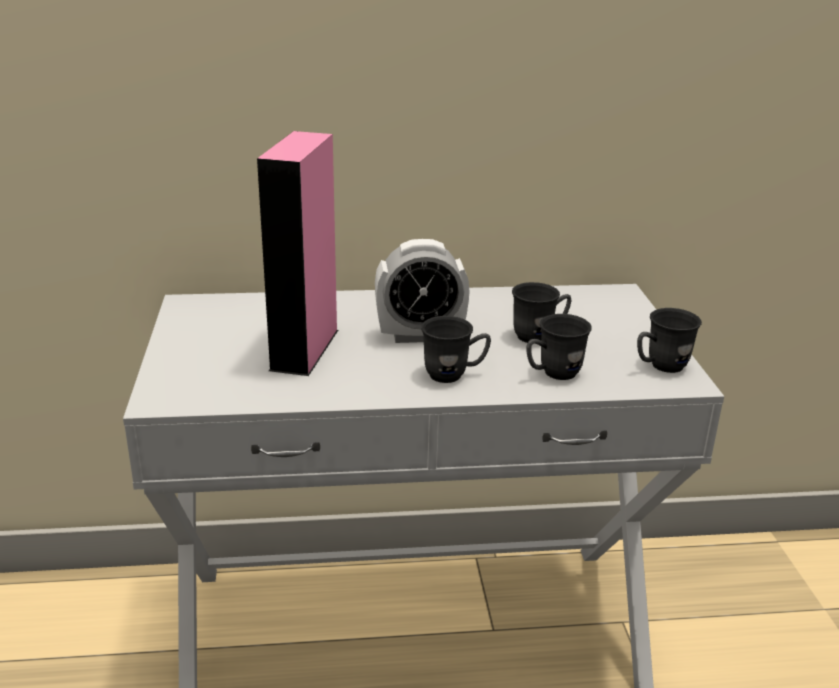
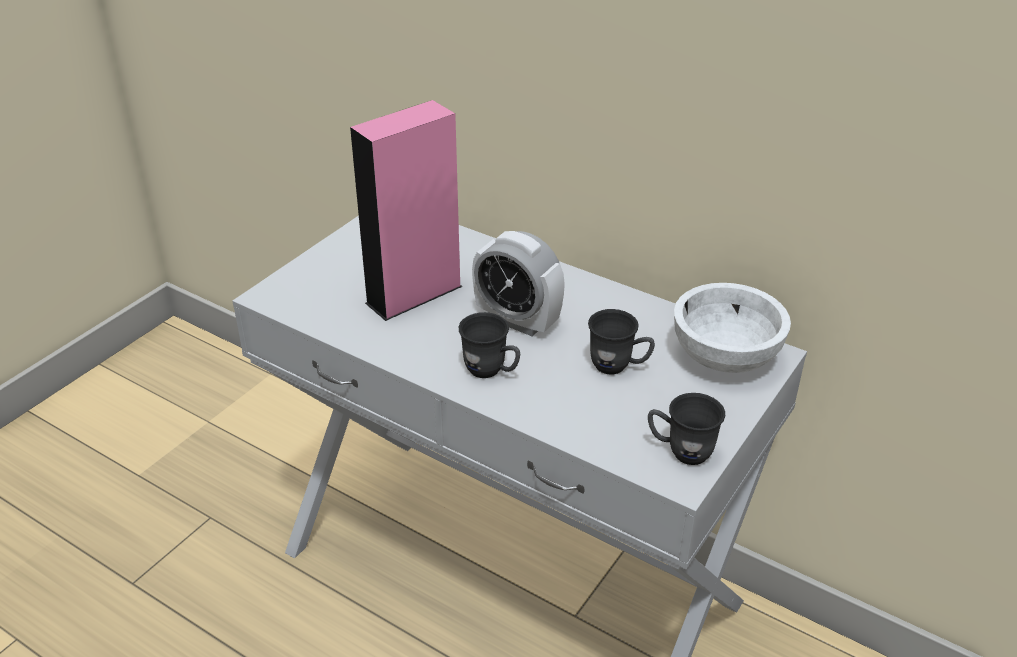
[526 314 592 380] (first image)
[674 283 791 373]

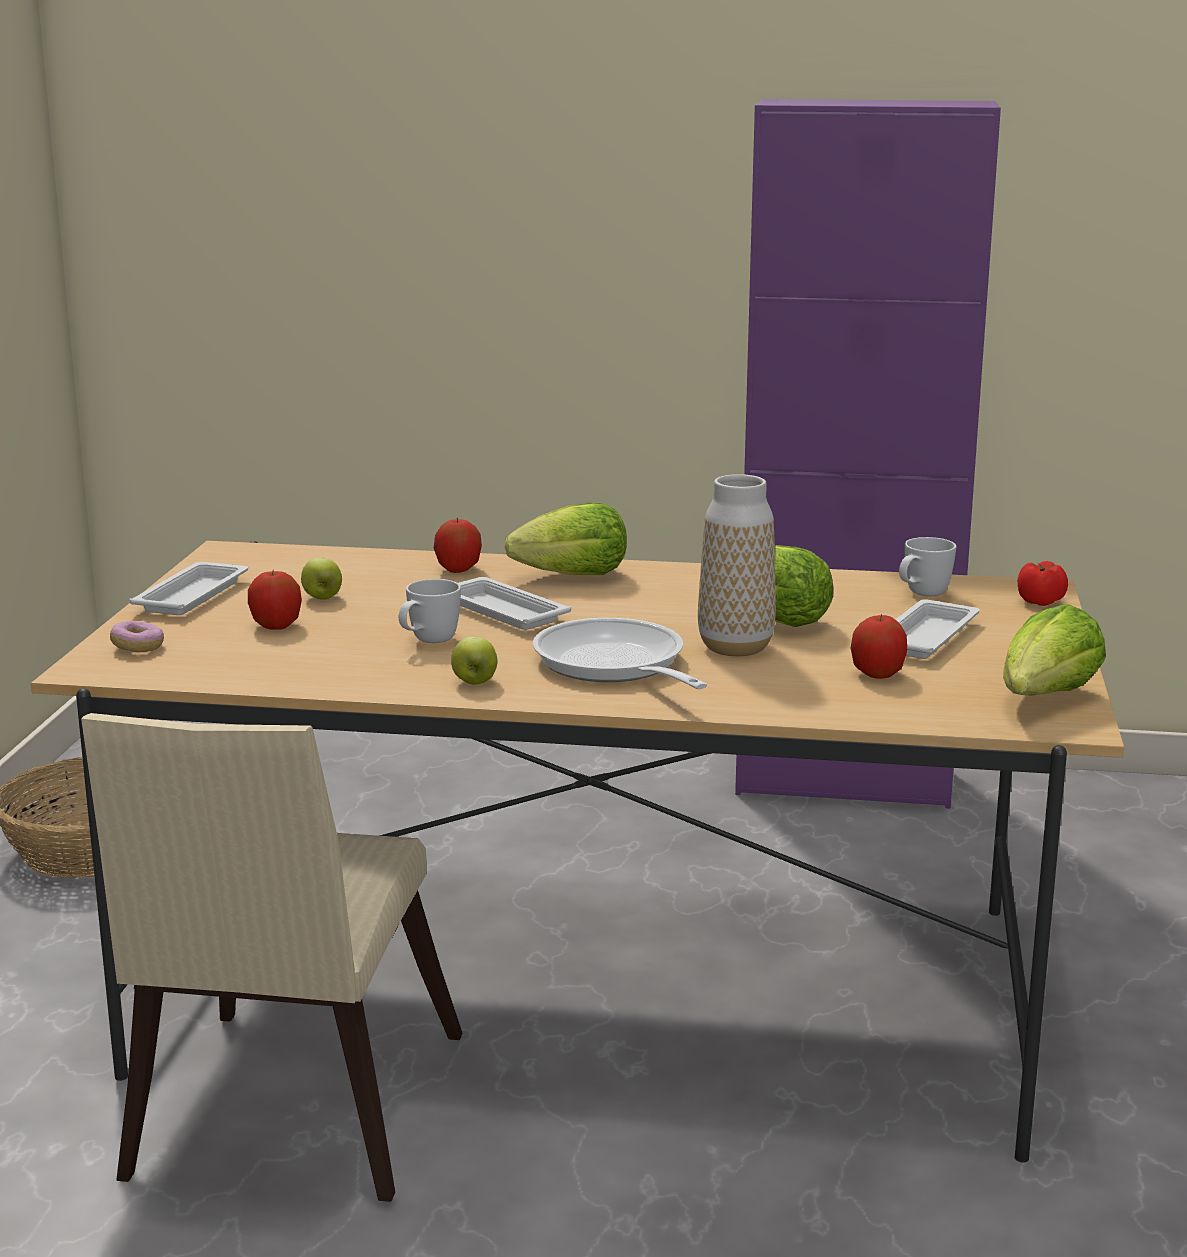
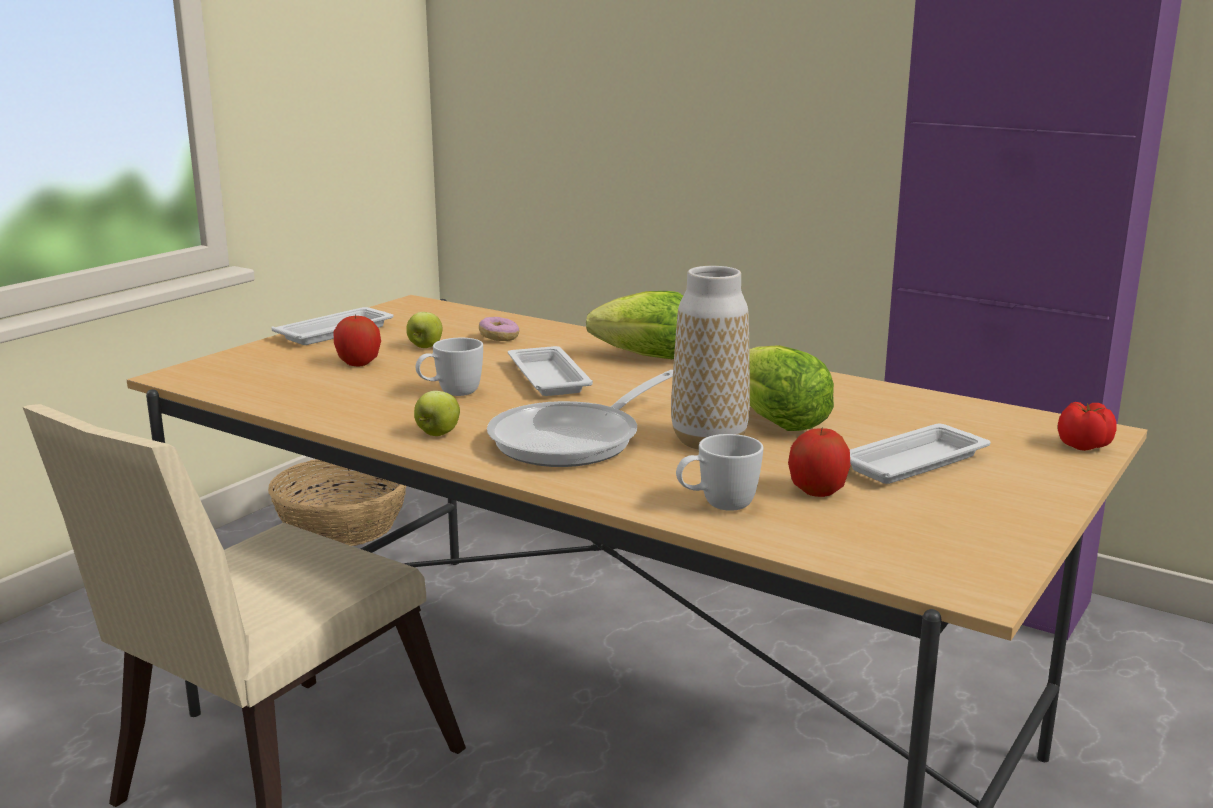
[434 518 482 573] (first image)
[1003 604 1106 696] (first image)
[479 317 519 341]
[676 434 763 511]
[487 370 673 467]

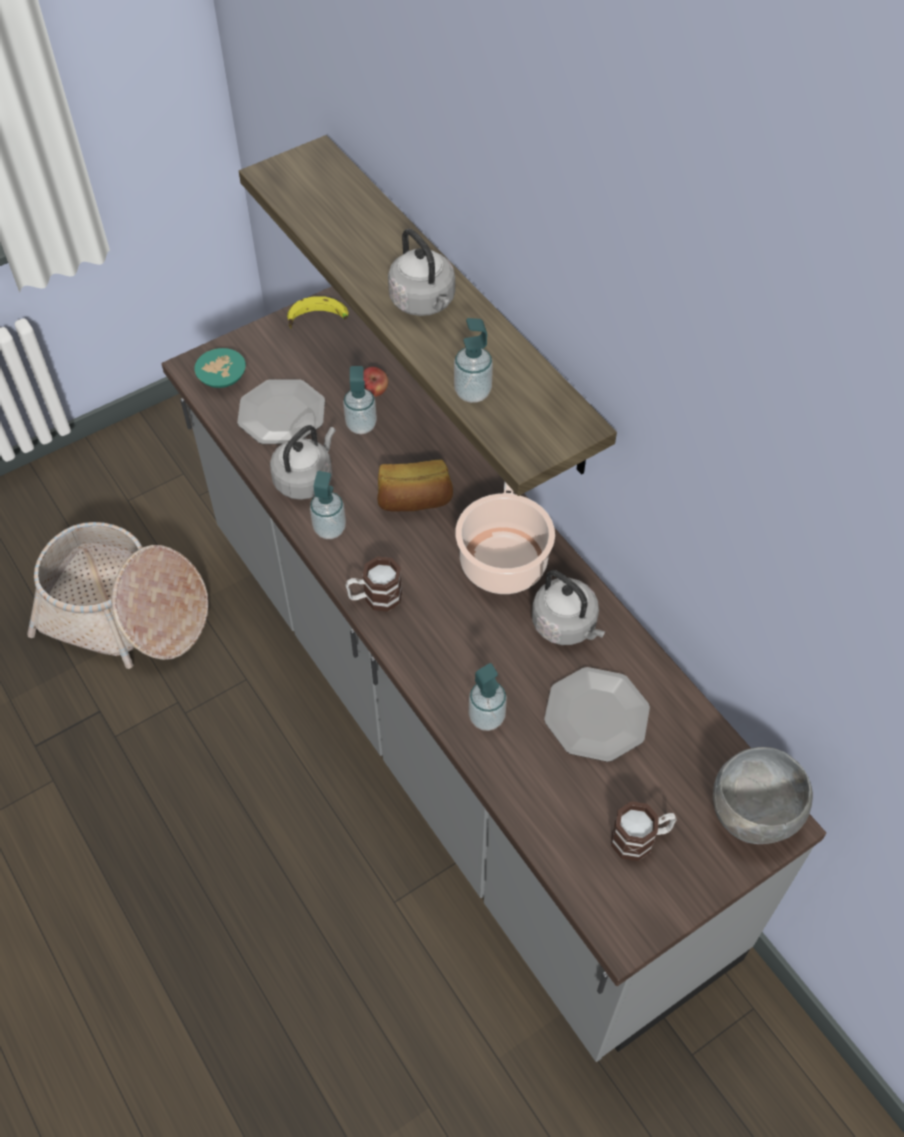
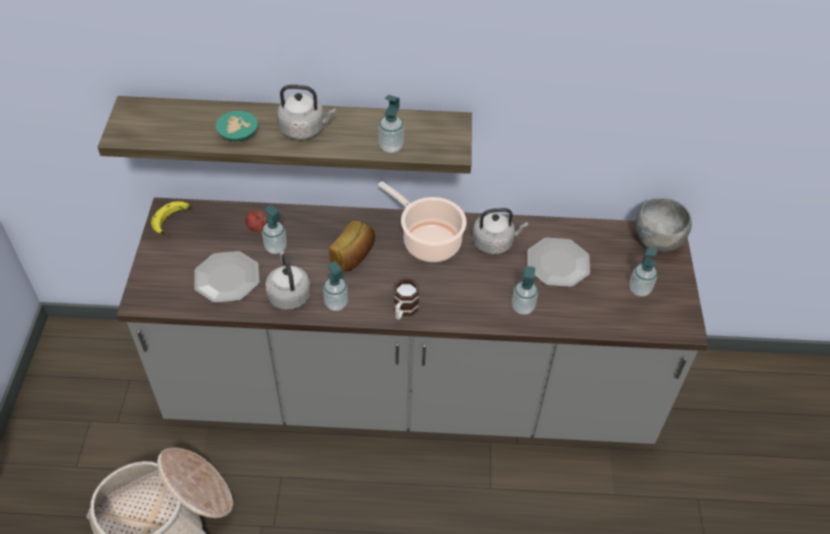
[216 111 258 141]
[629 248 658 297]

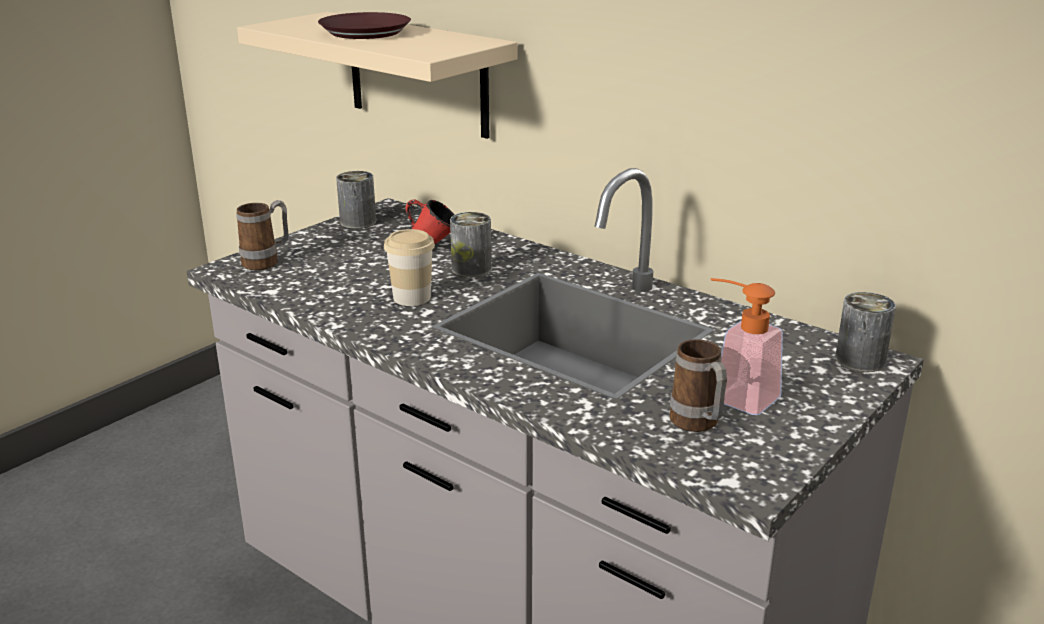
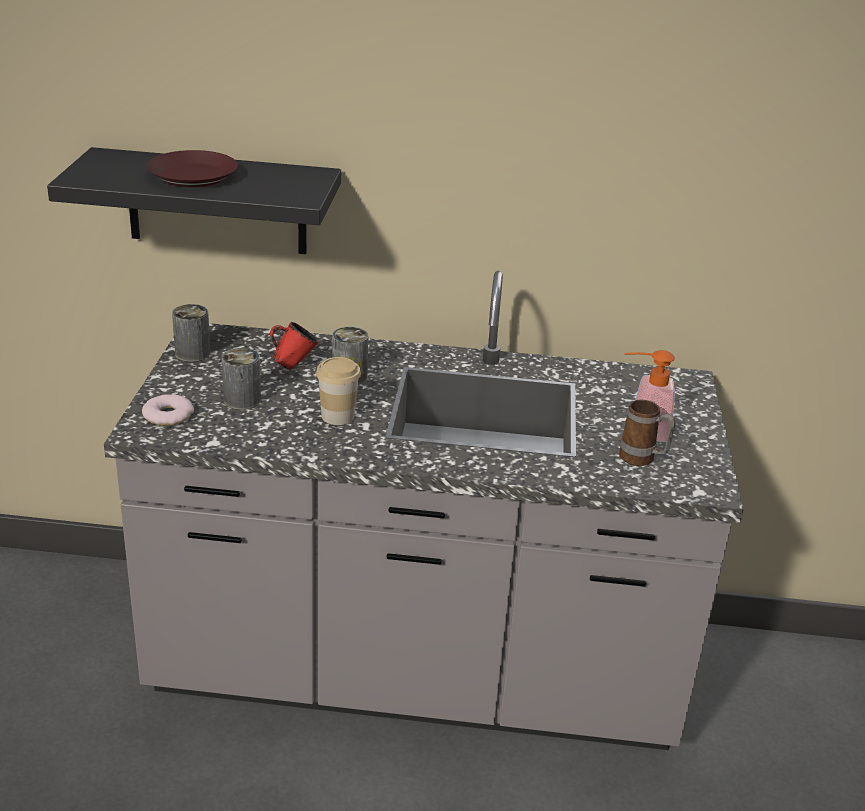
[222 348 261 410]
[142 395 194 426]
[47 147 341 254]

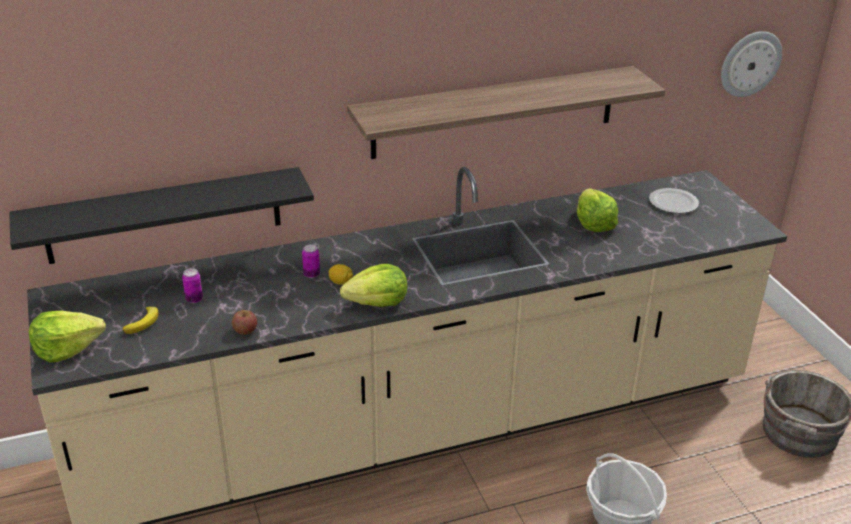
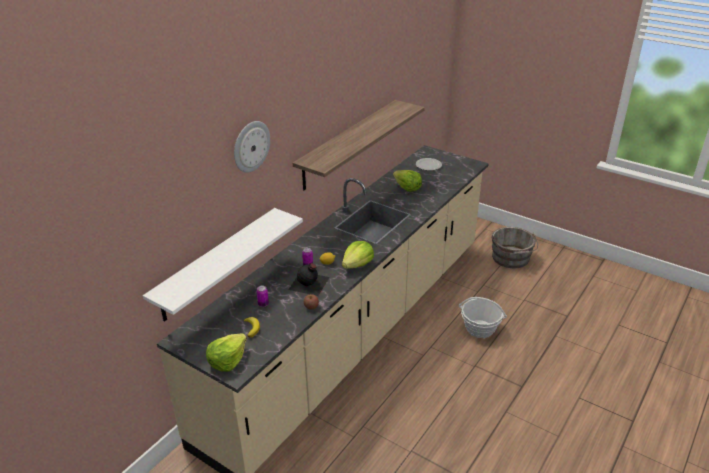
[288 263 330 296]
[234 121 270 173]
[143 208 303 322]

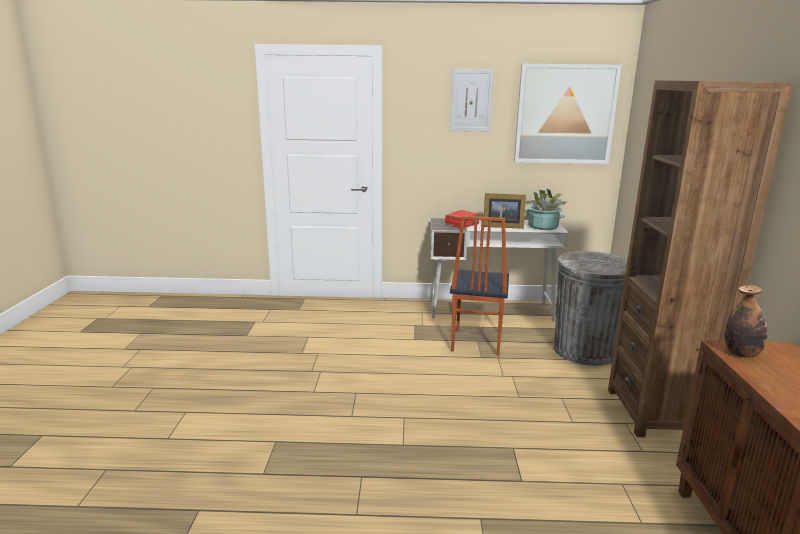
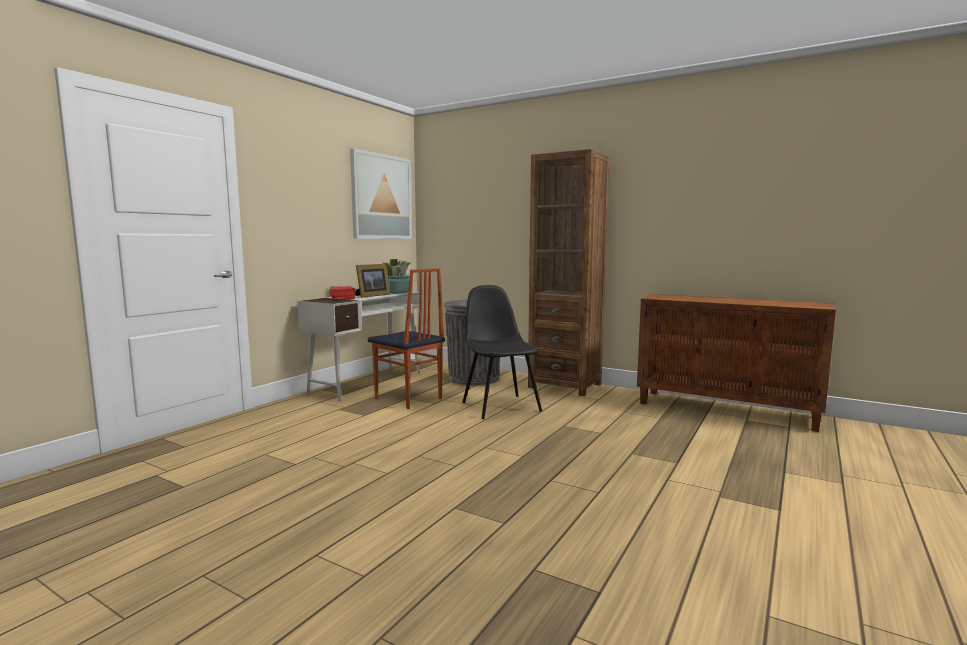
[450 69 494 132] (first image)
[725 285 767 358] (first image)
[462 285 542 419]

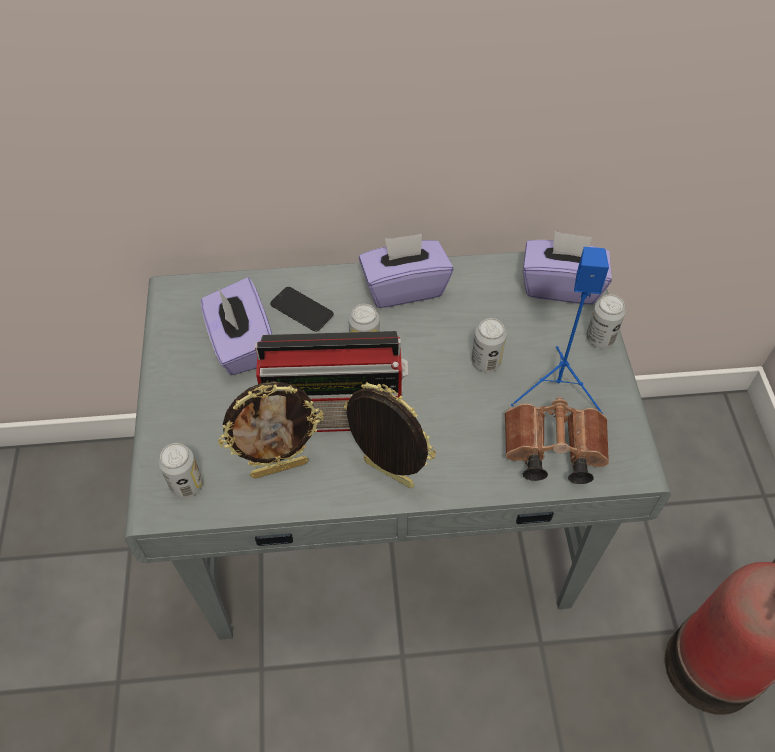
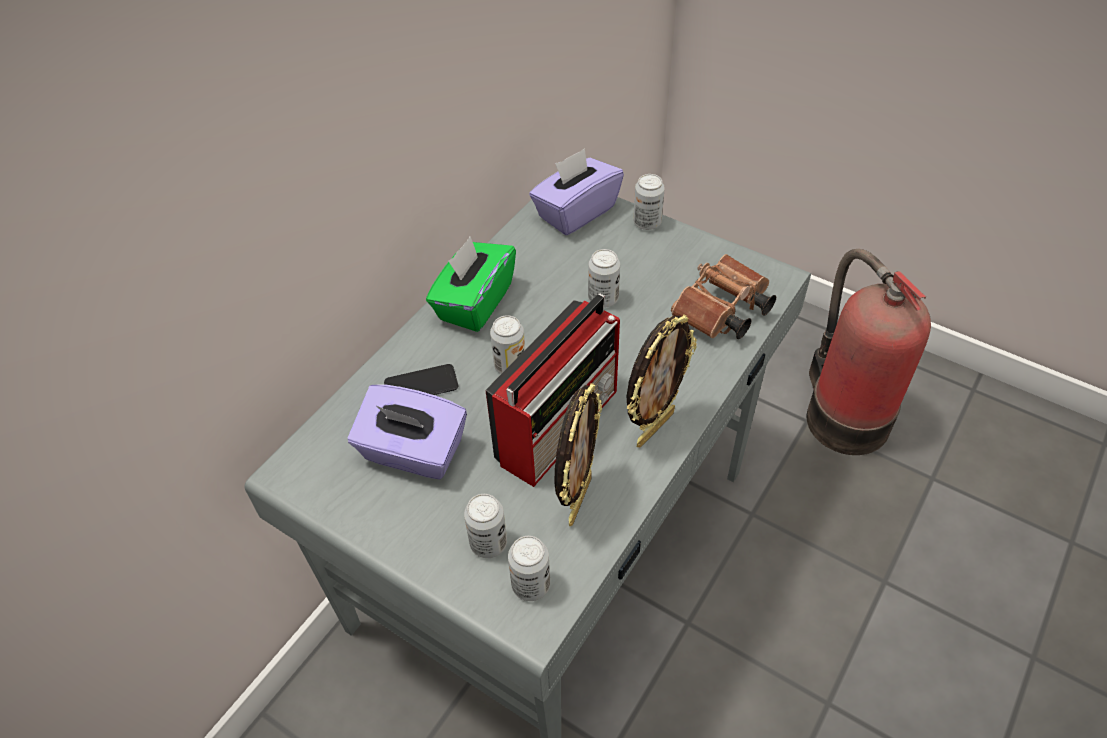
[511 247 609 414] (first image)
[464 494 507 558]
[426 236 516 332]
[627 314 697 448]

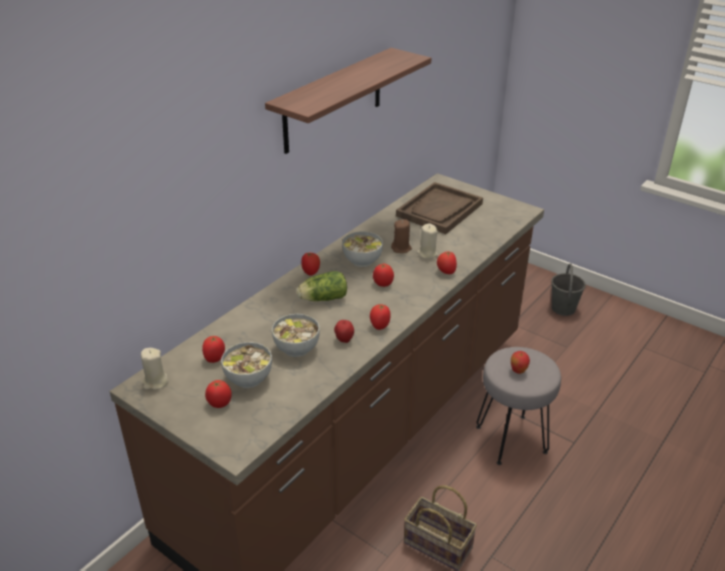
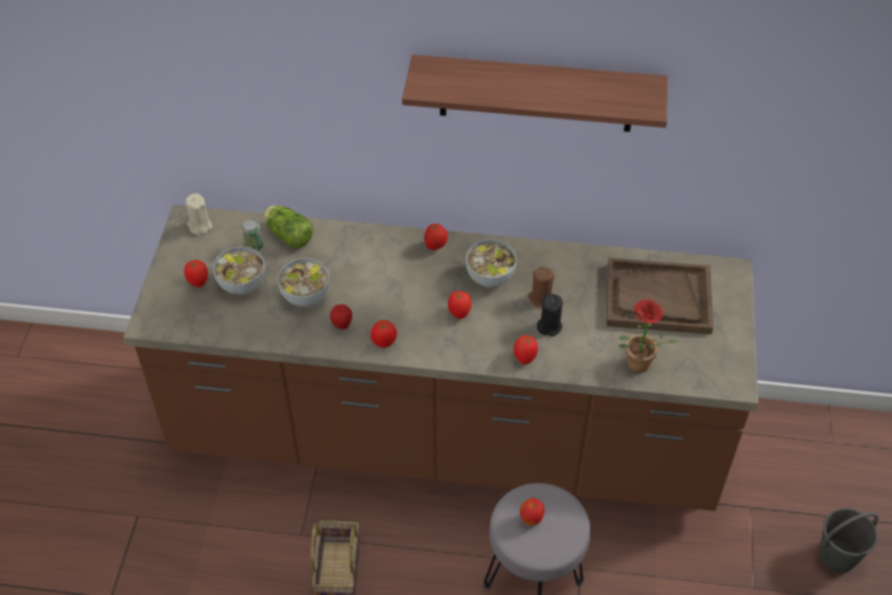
[619 300 679 373]
[264 205 313 248]
[242 219 263 251]
[537 294 563 337]

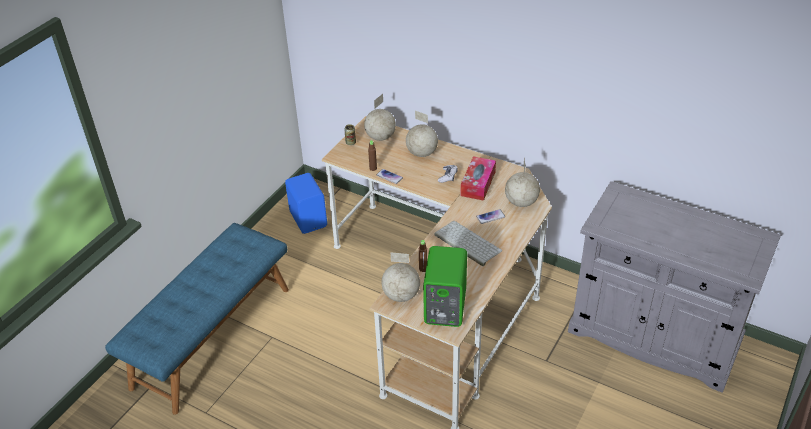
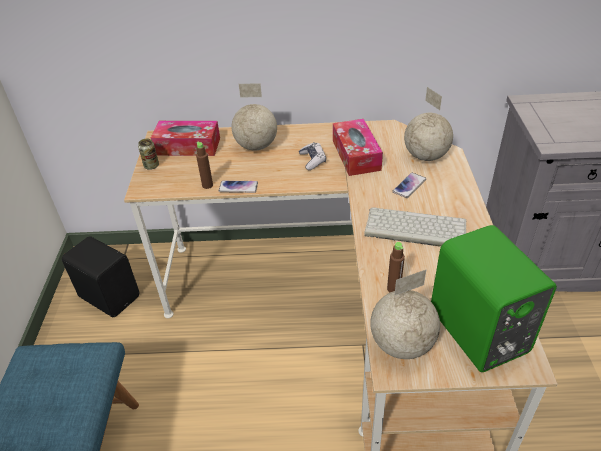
[151 121 220 156]
[62 236 139 317]

